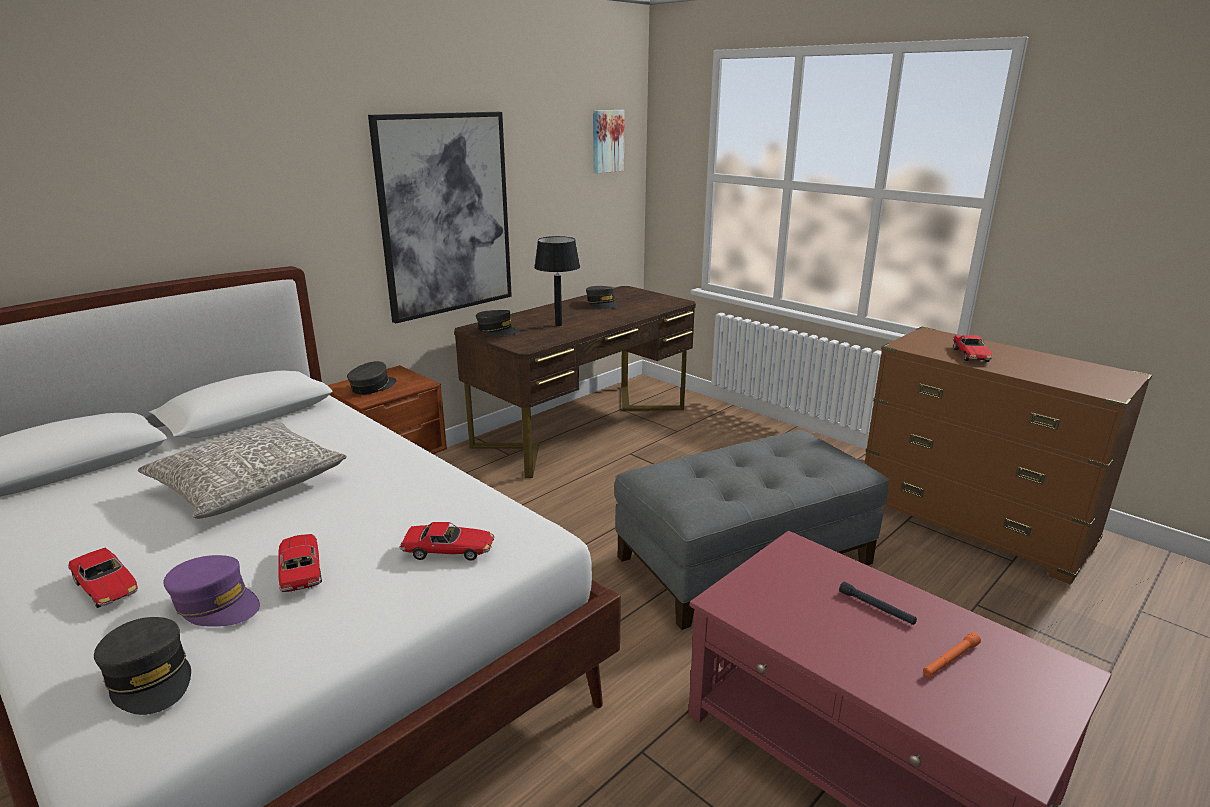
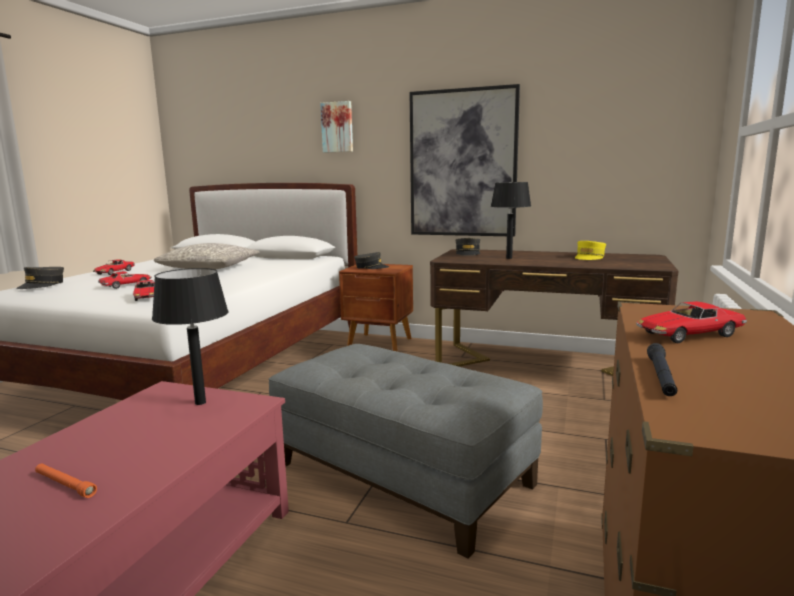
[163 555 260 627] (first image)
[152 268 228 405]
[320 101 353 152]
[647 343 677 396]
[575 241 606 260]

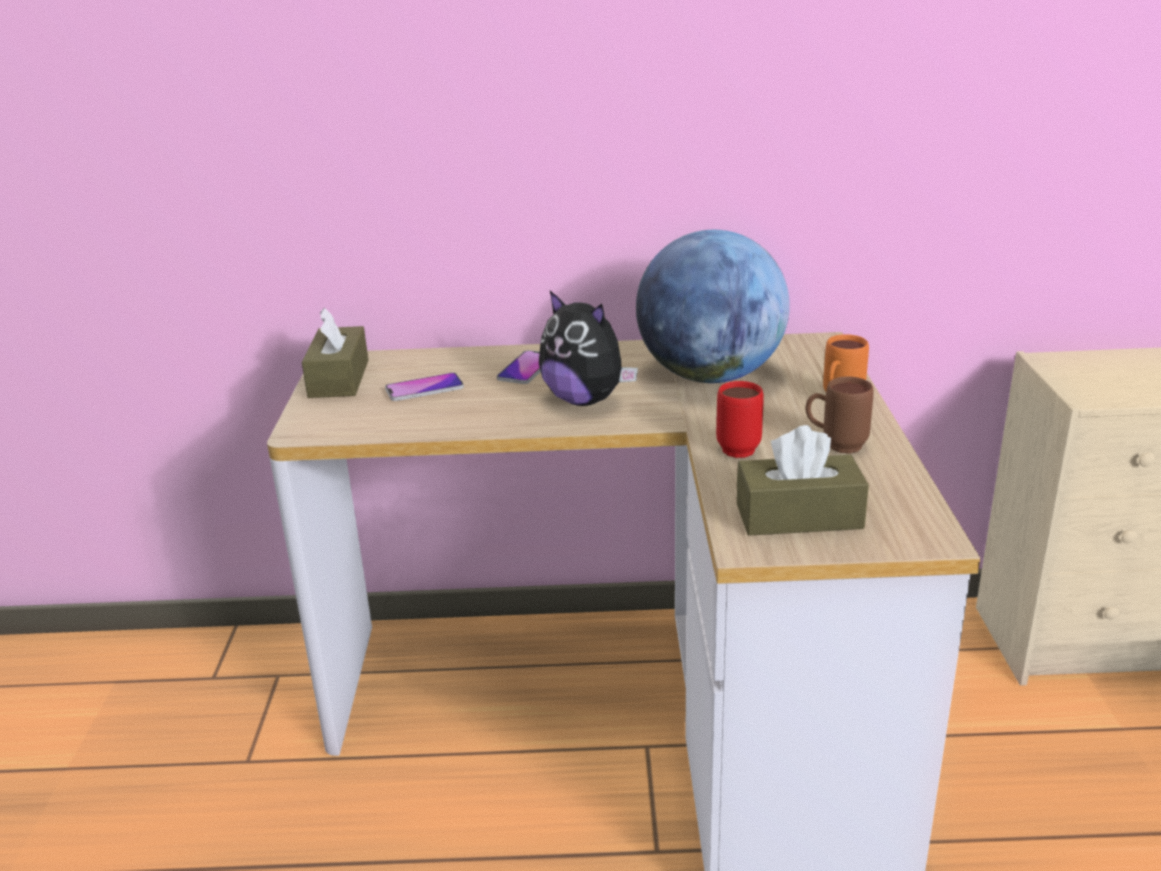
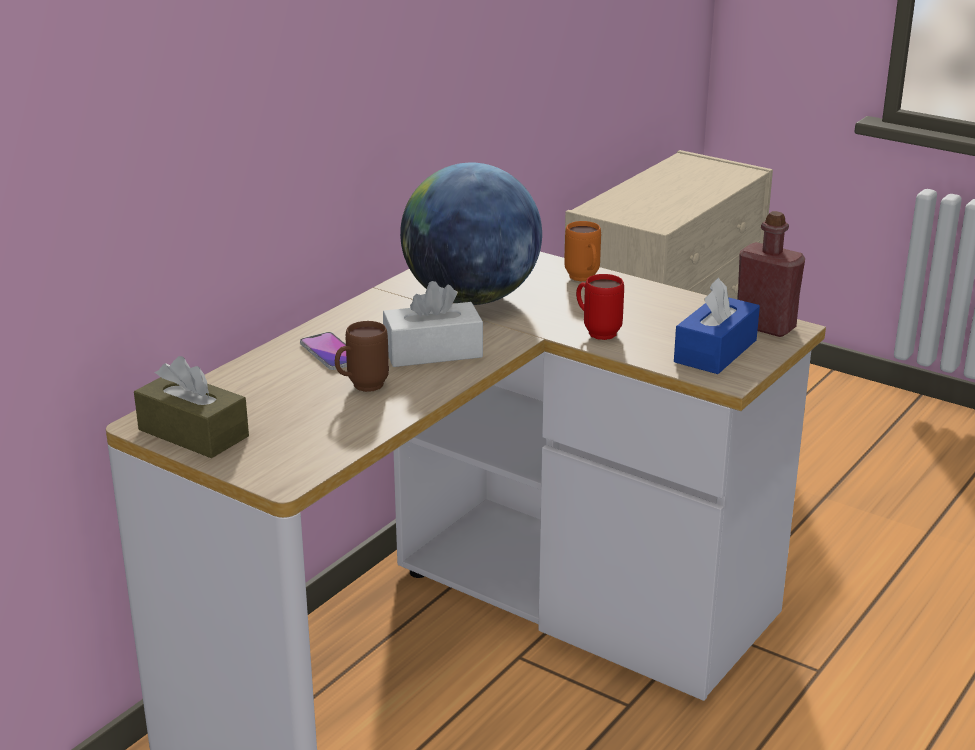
[385 372 464 401] (first image)
[737 211 805 337]
[335 321 389 392]
[383 281 483 367]
[674 278 760 374]

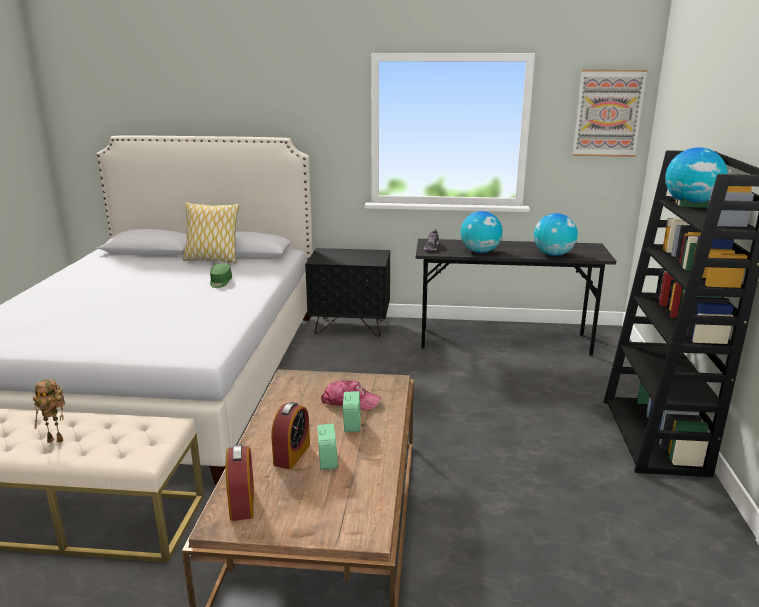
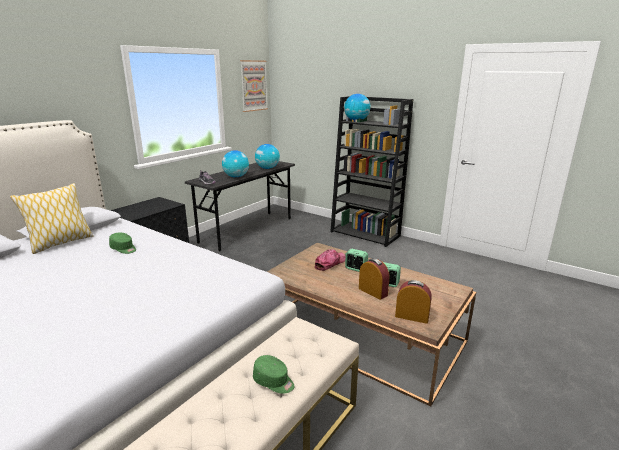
[253 355 294 394]

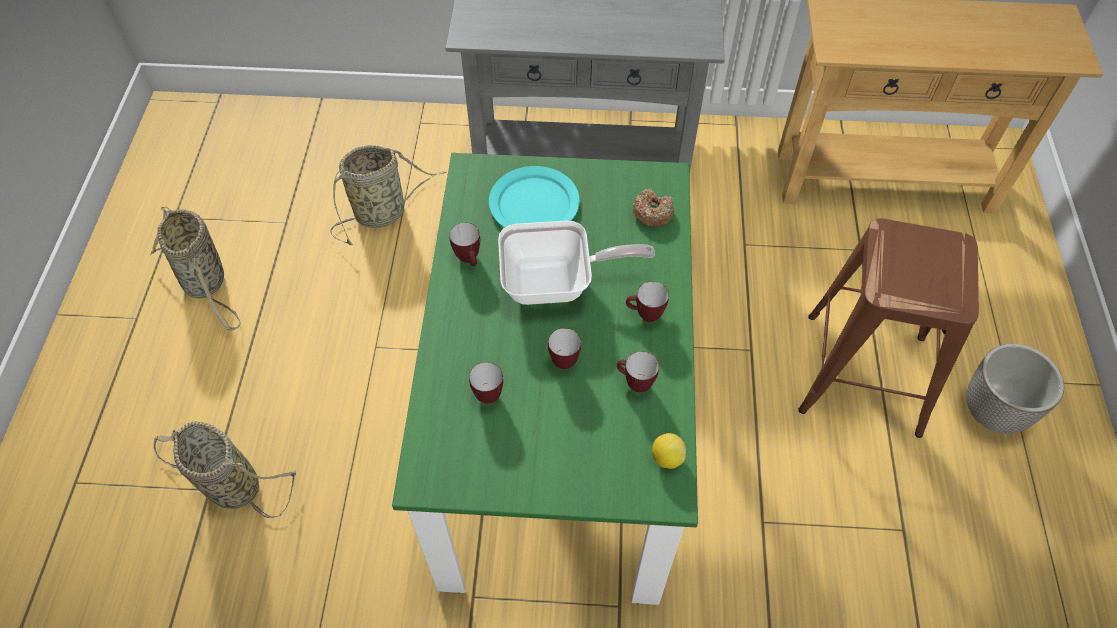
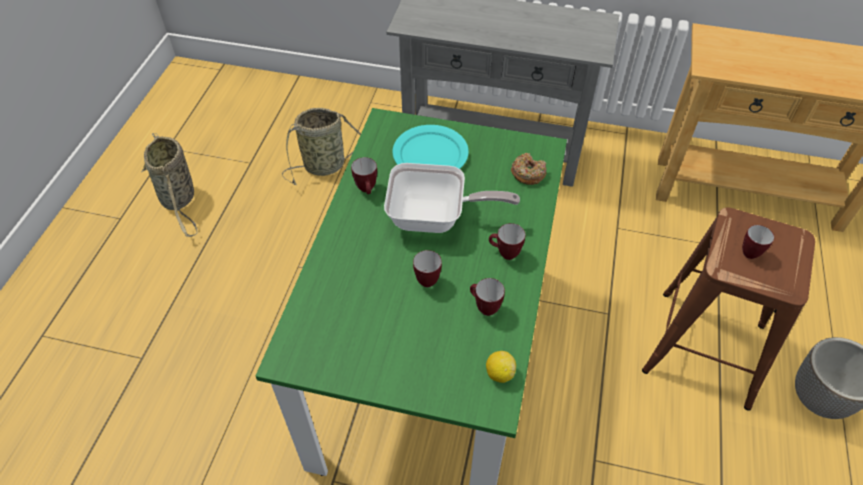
[154 421 296 518] (first image)
[742 225 774 259]

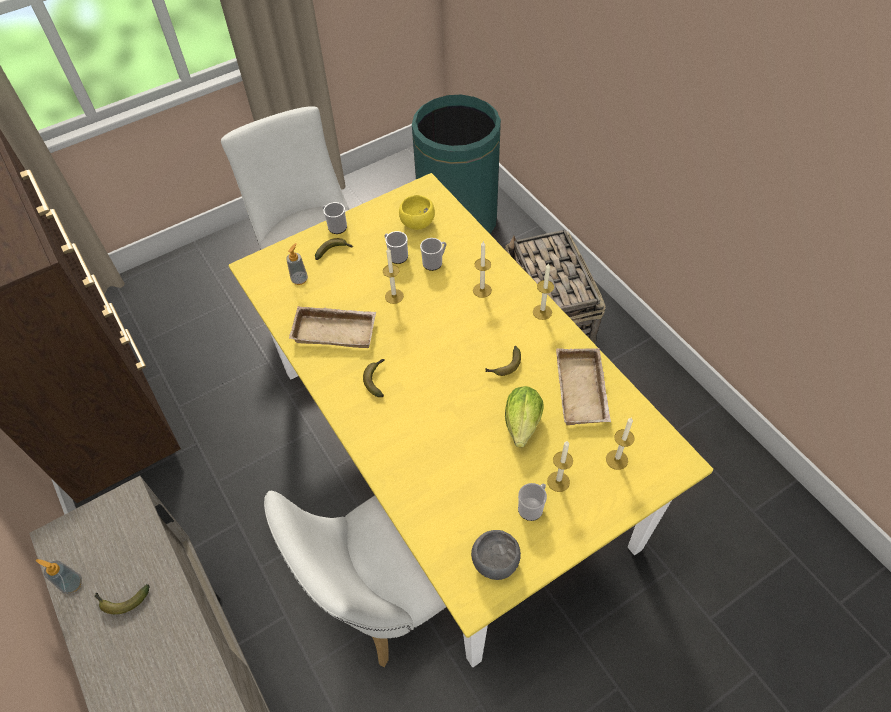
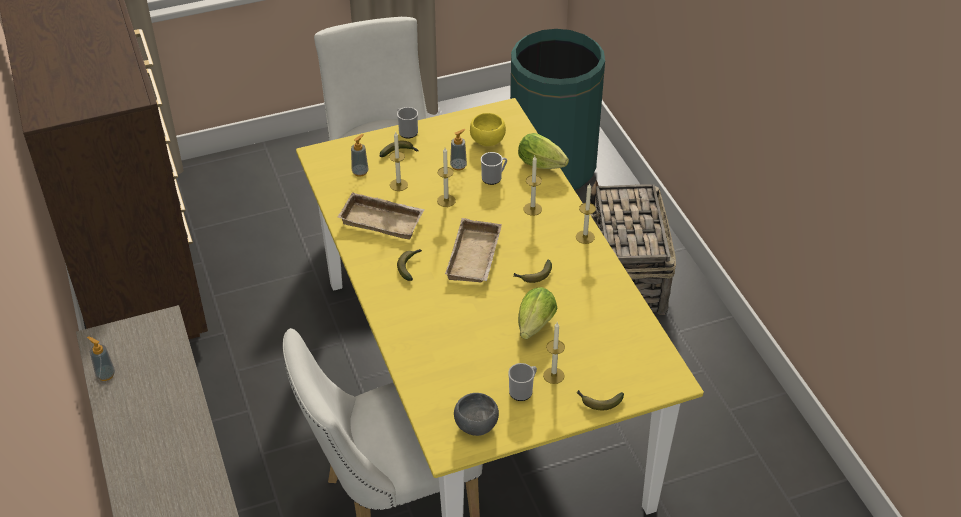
[518 133 569 169]
[576 390 624 410]
[445 218 502 283]
[389 132 408 191]
[450 129 467 170]

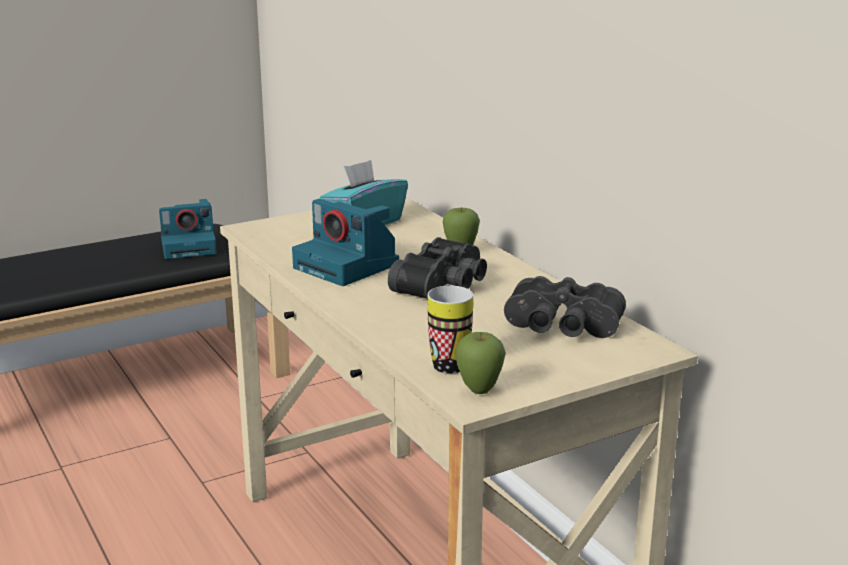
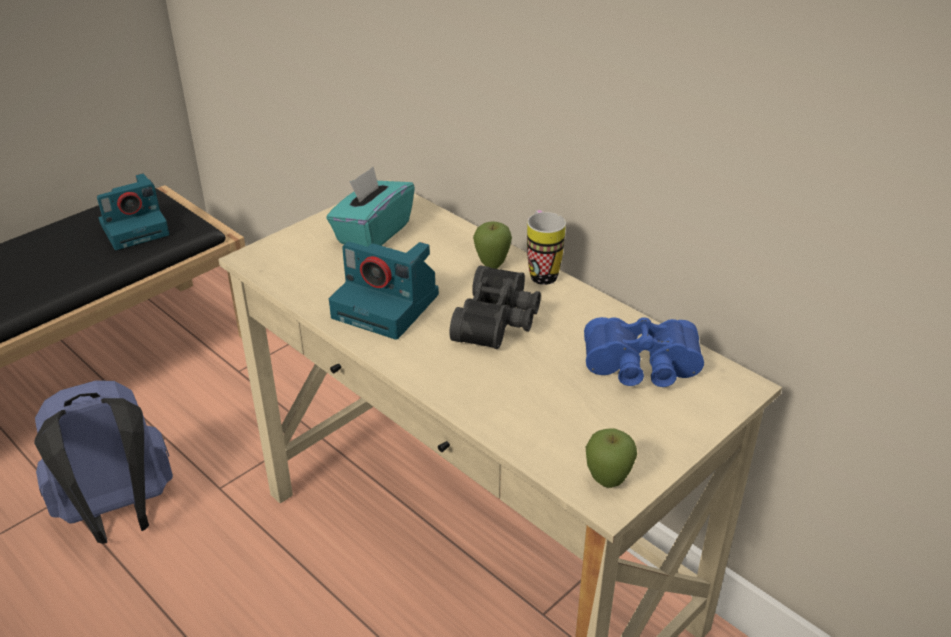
[34 380 173 544]
[527 210 566 285]
[584 317 704 387]

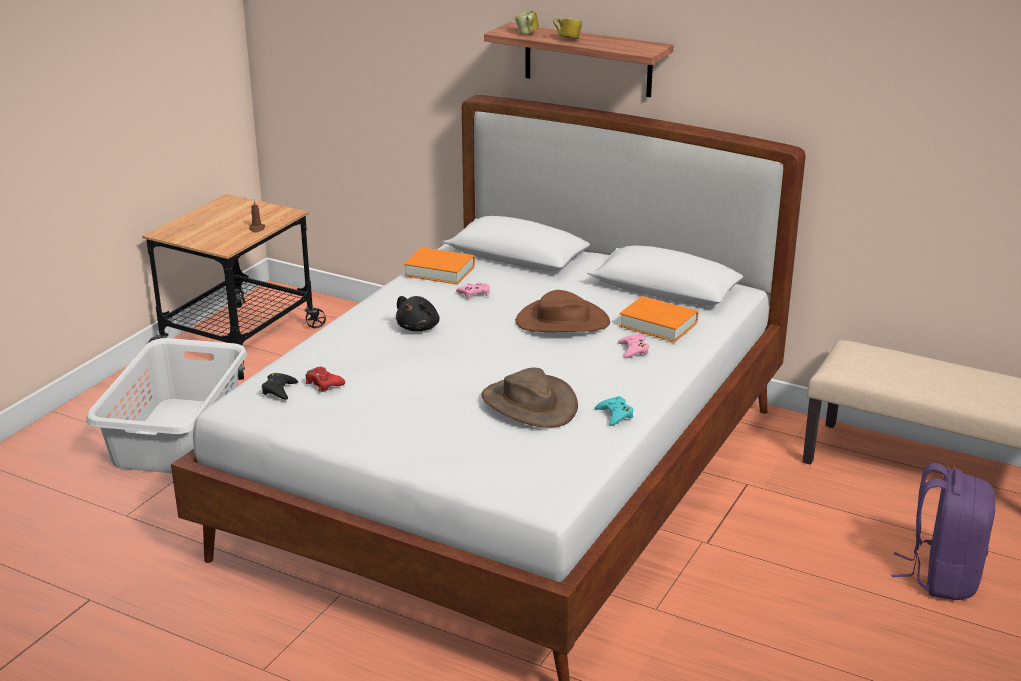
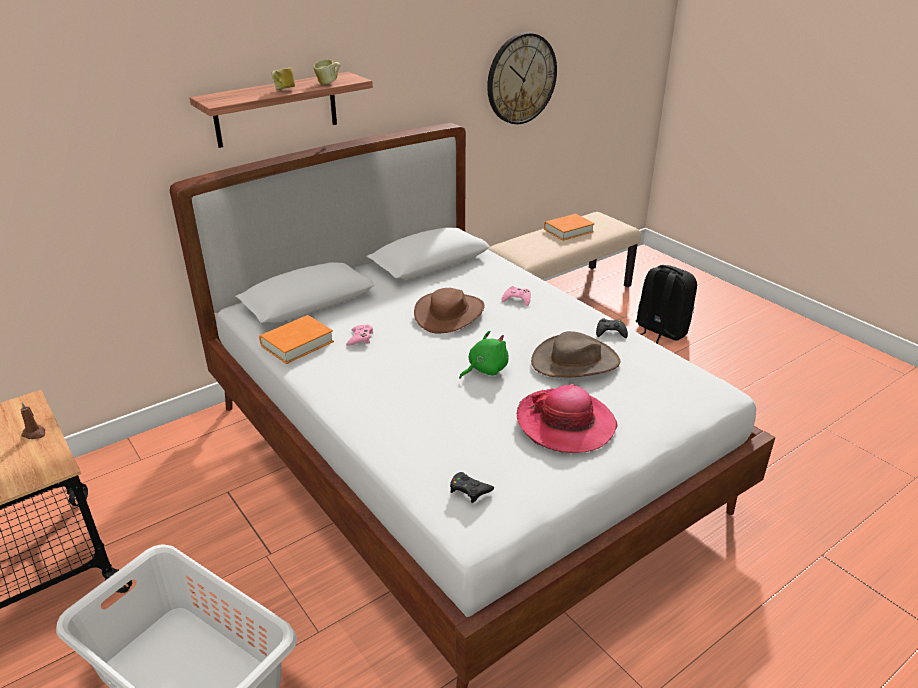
[305 367 345 392] (first image)
[396 296 440 331] (first image)
[459 331 509 379]
[487 33 557 124]
[517 384 618 453]
[313 59 340 85]
[544 214 595 241]
[596 318 628 338]
[635 265 697 344]

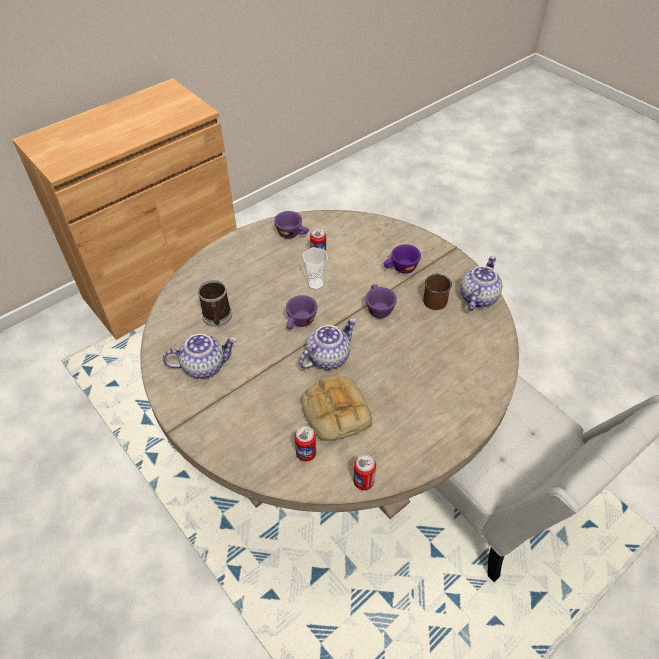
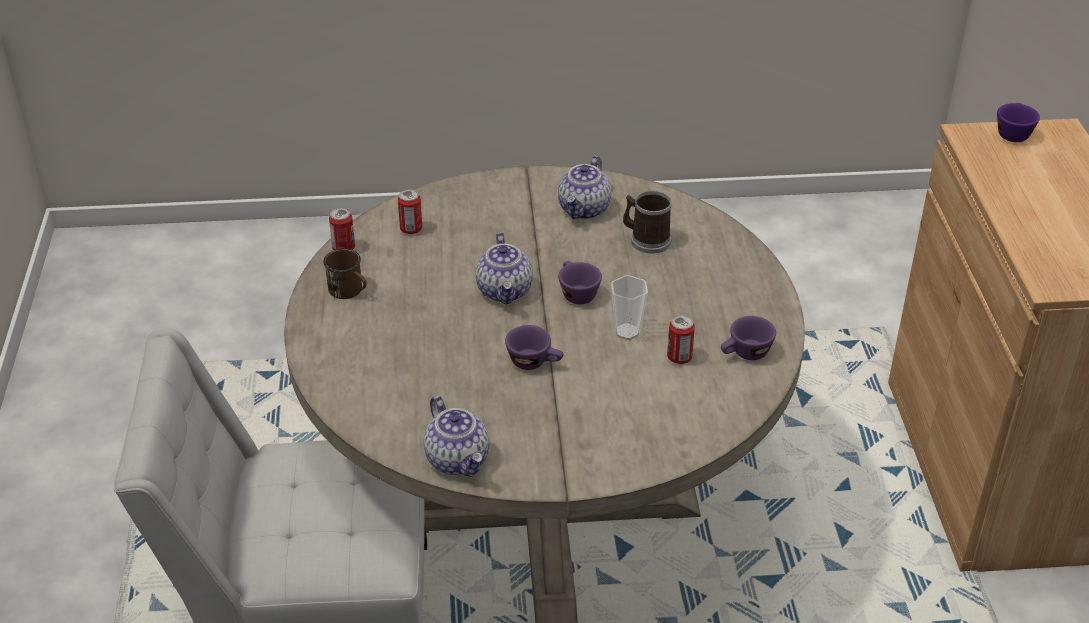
[301 376 372 441] (first image)
[997 103 1040 142]
[323 249 366 299]

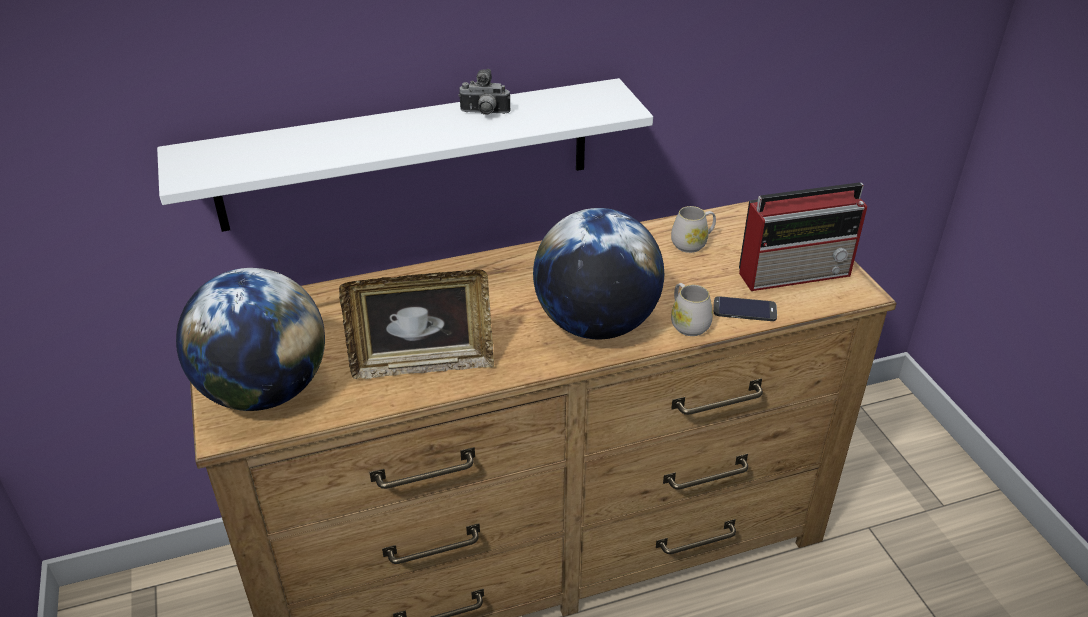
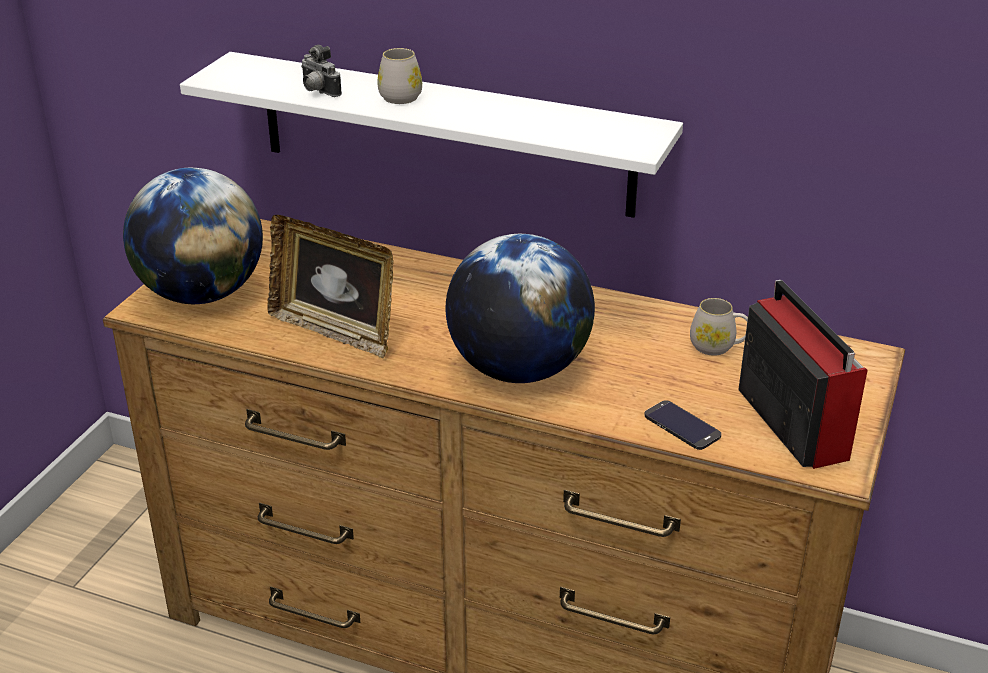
[301 45 342 97]
[377 48 422 104]
[738 280 867 469]

